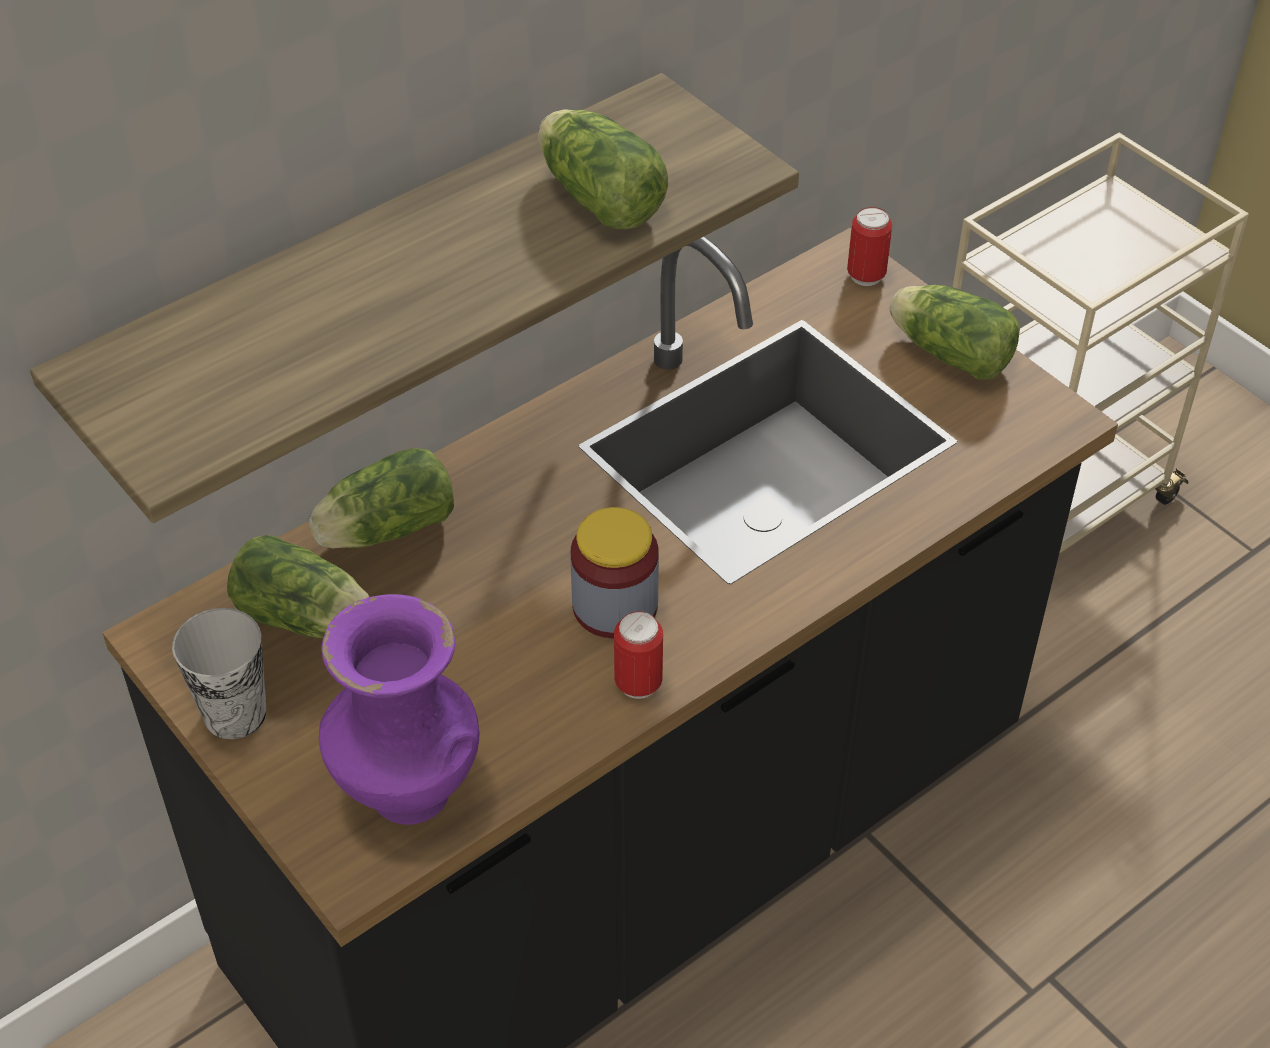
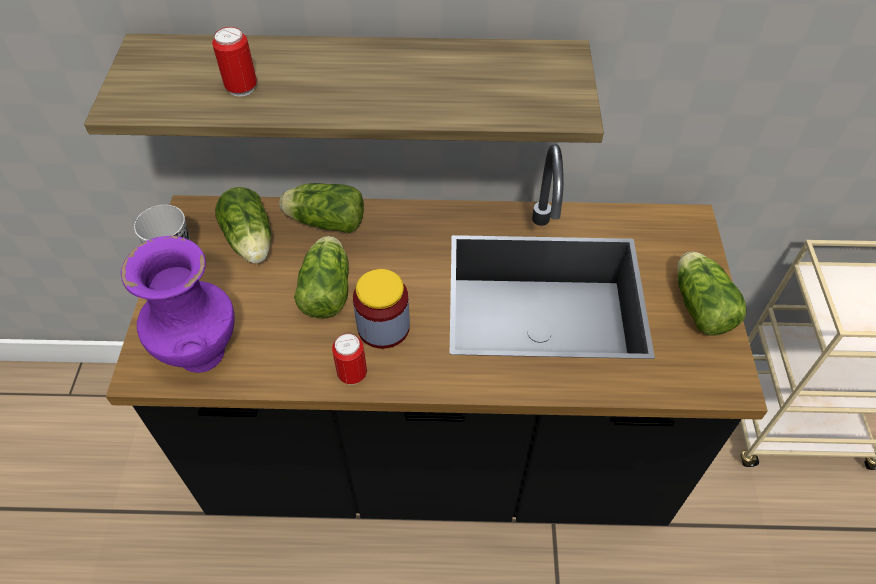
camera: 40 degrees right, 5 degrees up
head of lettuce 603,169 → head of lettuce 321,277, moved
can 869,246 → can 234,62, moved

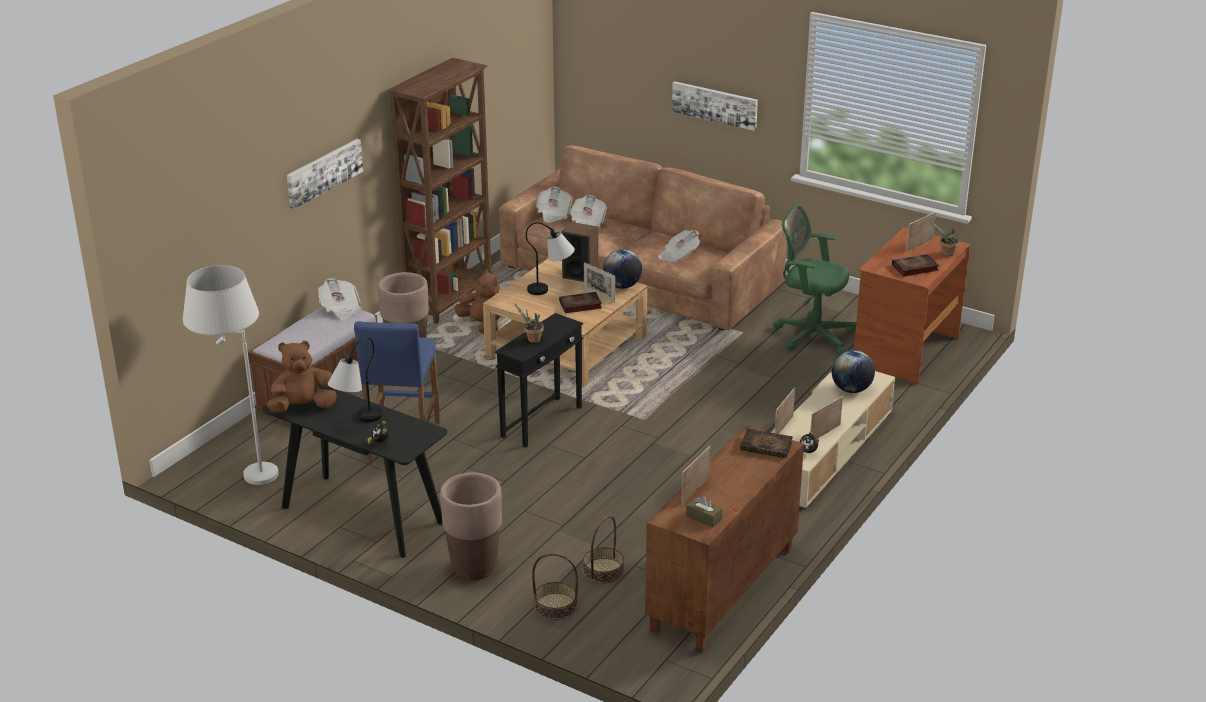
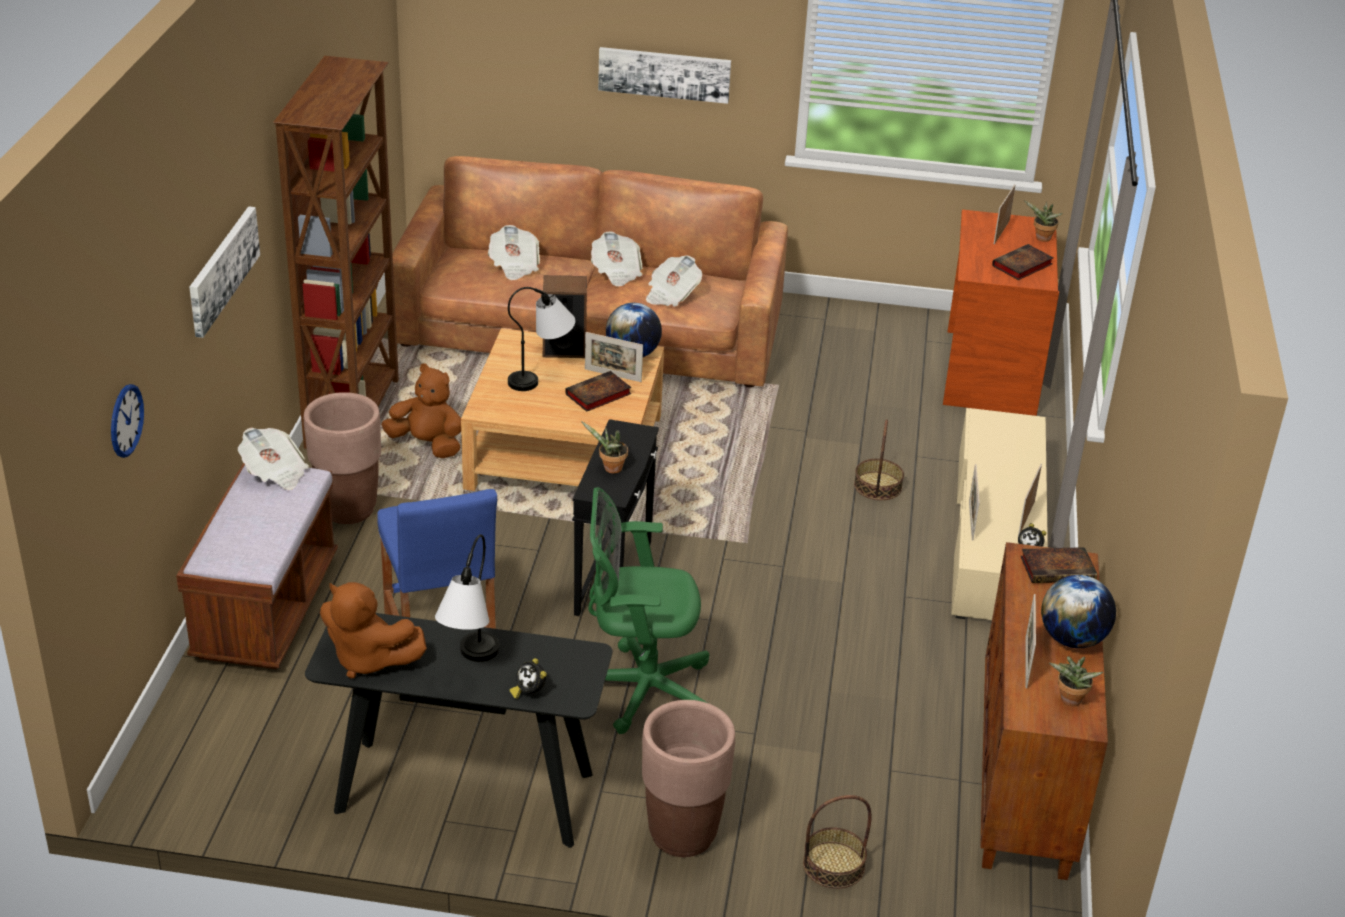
camera: 25 degrees left, 5 degrees up
white standard lamp 231,375 → -
- → hanging clock 127,421
daily paper 554,205 → daily paper 616,259, moved
basket 603,549 → basket 879,459, moved
greenish desk chair 814,279 → greenish desk chair 648,610, moved
globe 853,371 → globe 1078,611, moved
brownish tissue box 704,512 → plant in a pot 1076,681
brownish cuddly toy 302,376 → brownish cuddly toy 373,630, 105 degrees counterclockwise

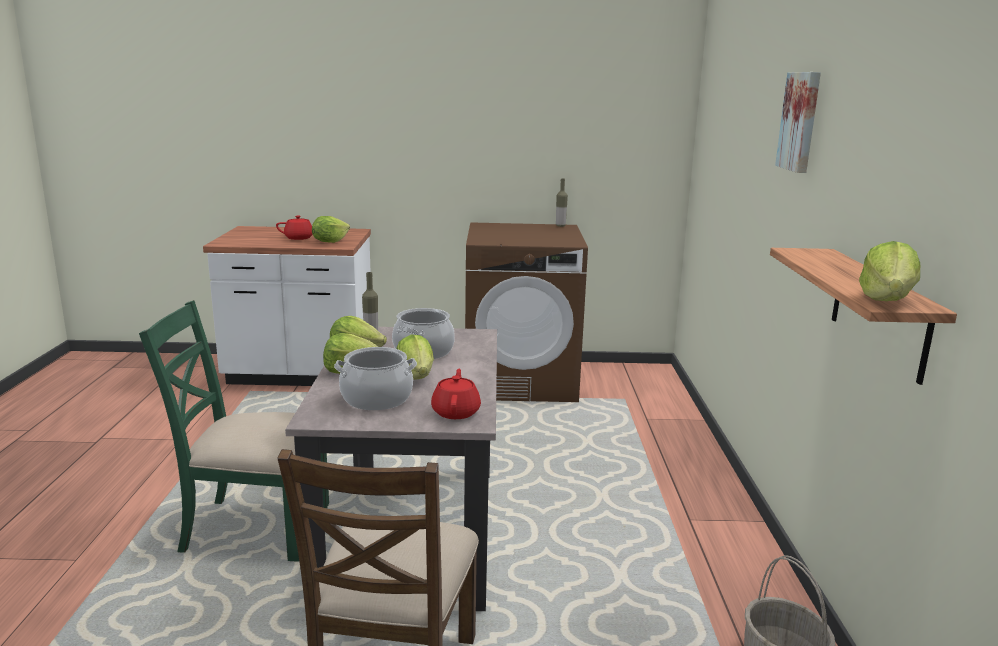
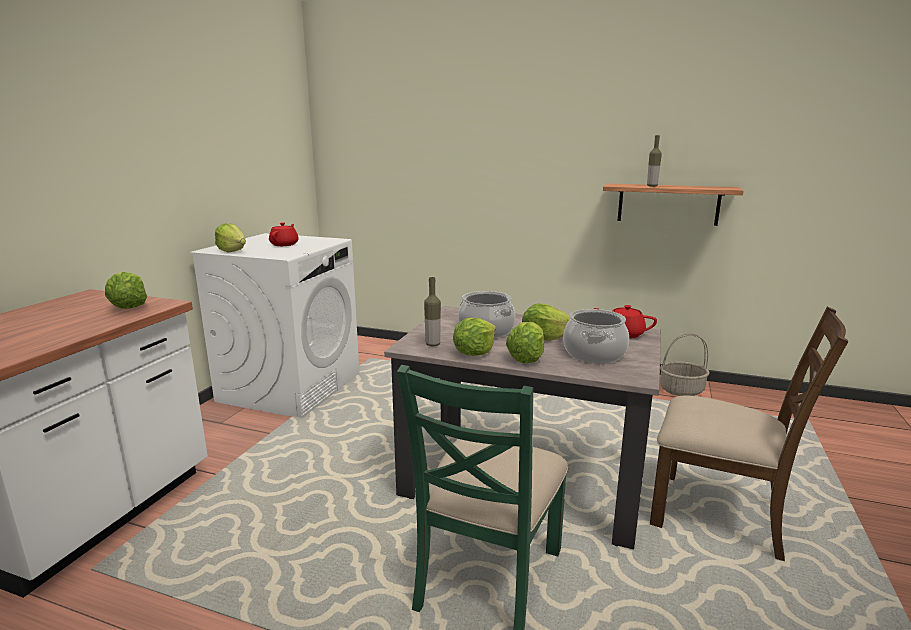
camera: 70 degrees left, 0 degrees up
wall art 798,122 → -
reddish tea pot 294,227 → reddish tea pot 283,234, moved
beverage bottle 562,202 → beverage bottle 654,161, moved
head of lettuce 889,271 → head of lettuce 230,238, moved
brownish laundry machine 526,312 → white laundry machine 274,325

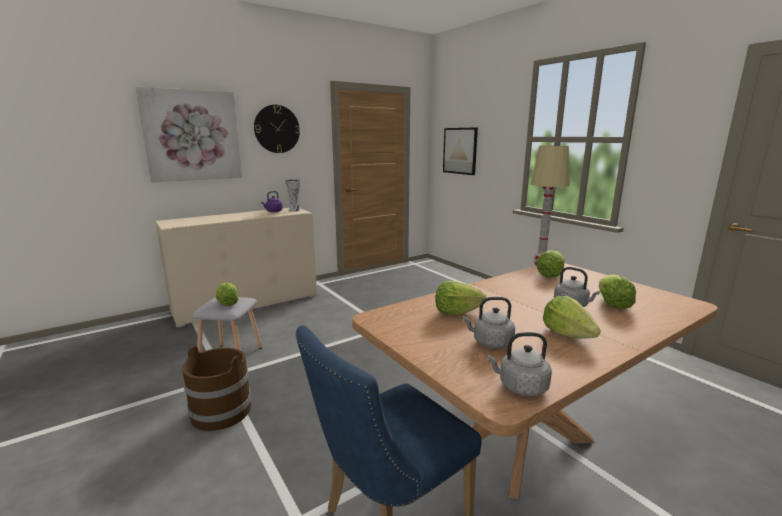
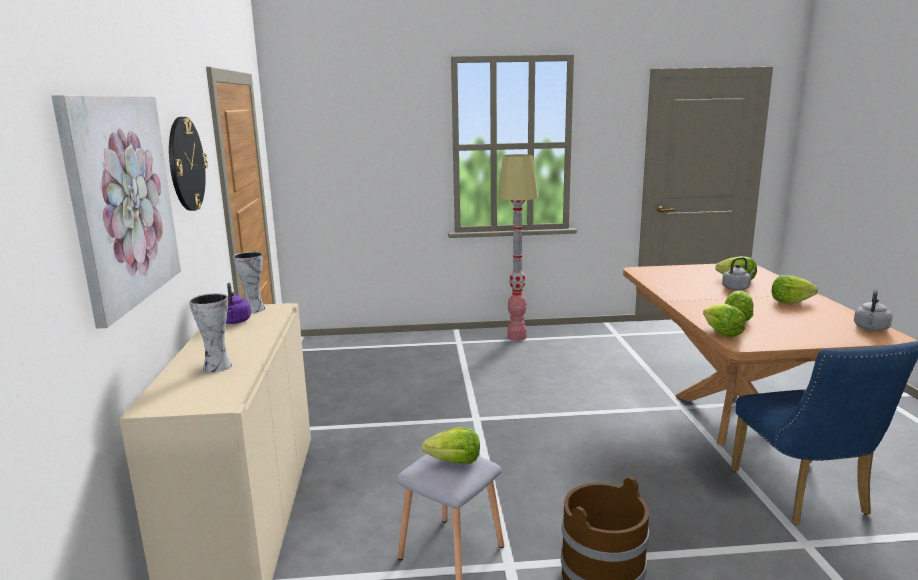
camera: 60 degrees left, 0 degrees up
wall art 460,151 → -
gray water kettle 489,323 → -
- → flower vase 210,332
head of lettuce 550,264 → head of lettuce 724,320, moved

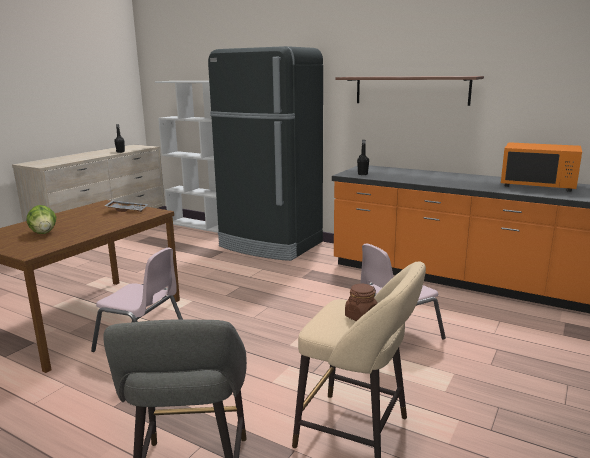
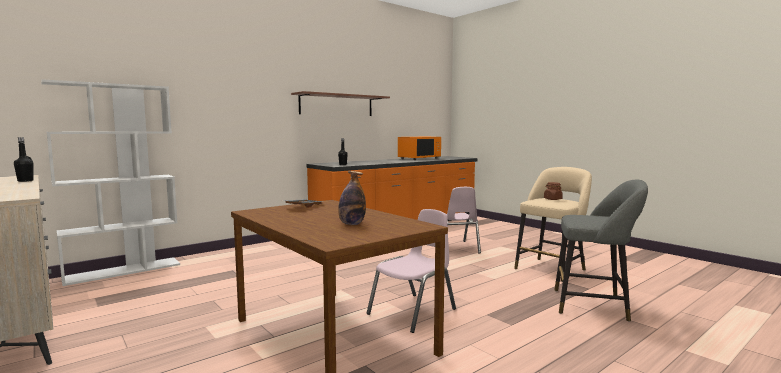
camera: 70 degrees left, 10 degrees down
black fridge 265,153 → -
head of lettuce 41,219 → beverage bottle 352,198

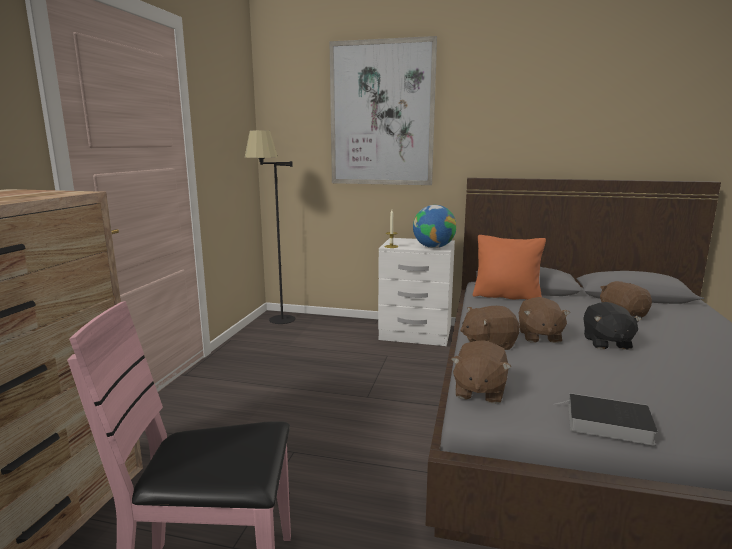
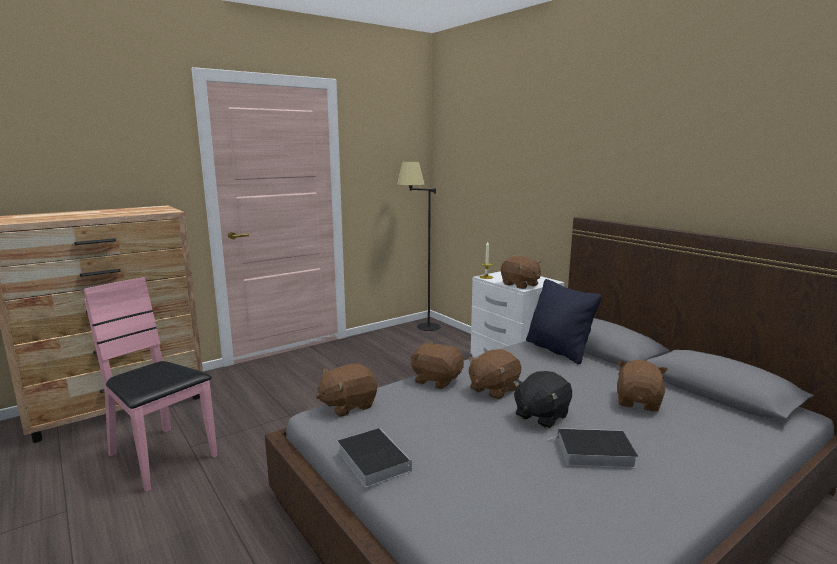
camera: 40 degrees right, 0 degrees up
wall art 383,110 → -
- → volume 591,448
globe 435,226 → brownish cuddly toy 521,272
orange-coloured pillow 509,267 → black pillow 564,321

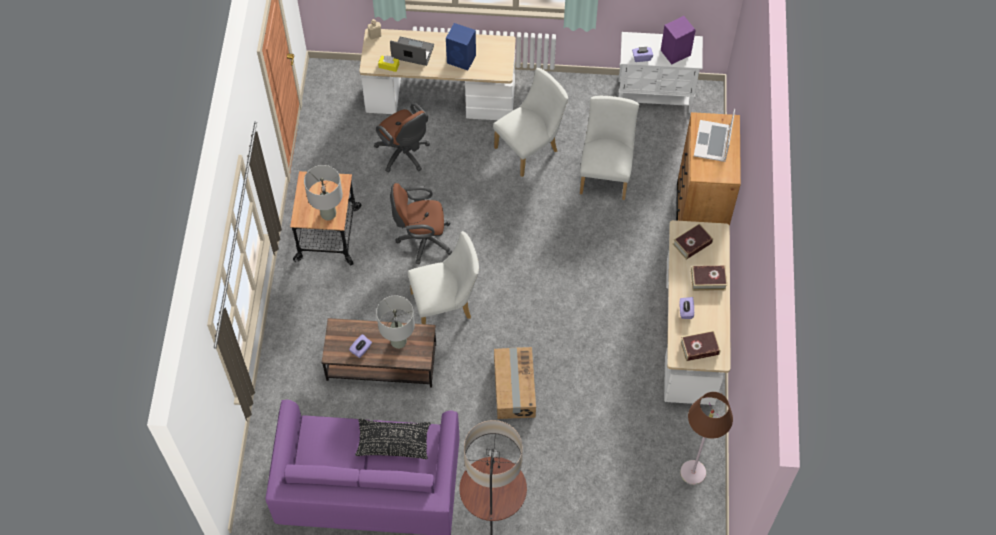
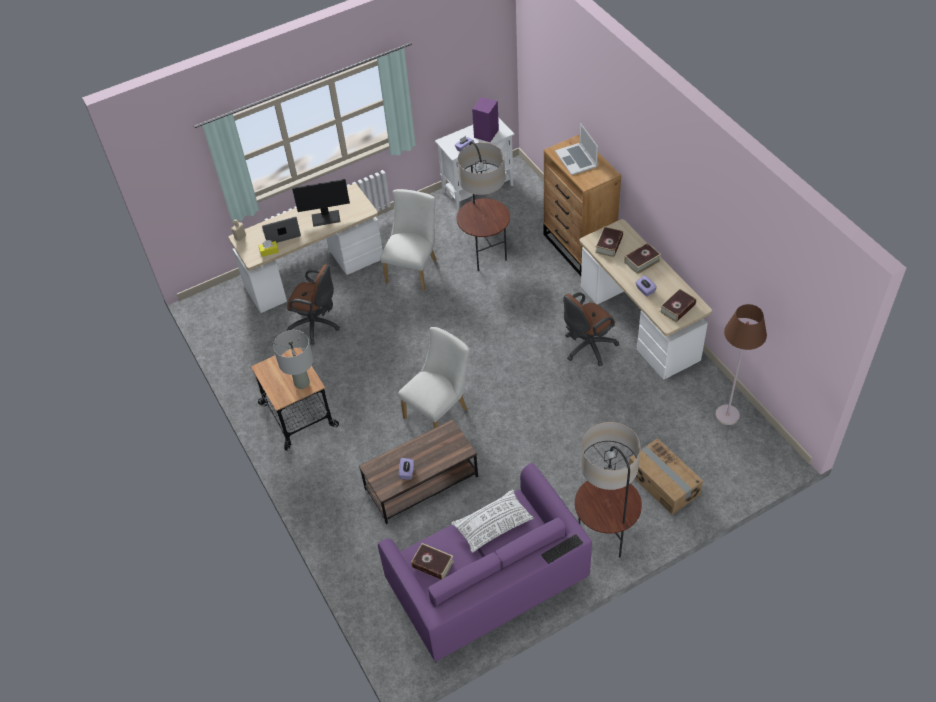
camera: 30 degrees left, 10 degrees down
gray table lamp 395,322 → -
- → volume 432,561
- → computer keyboard 562,549
brownish desk chair 421,223 → brownish desk chair 591,329, moved
cardboard box 515,383 → cardboard box 666,476, moved
bluish audio speaker 461,46 → computer display 321,203
white chair 609,148 → standard lamp 483,206
black pillow 393,439 → white pillow 492,521

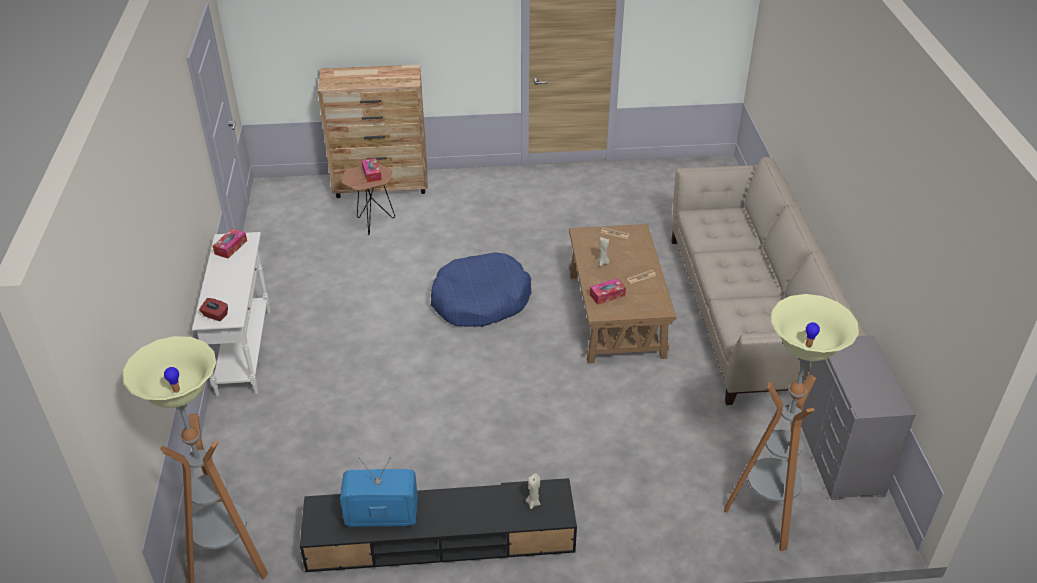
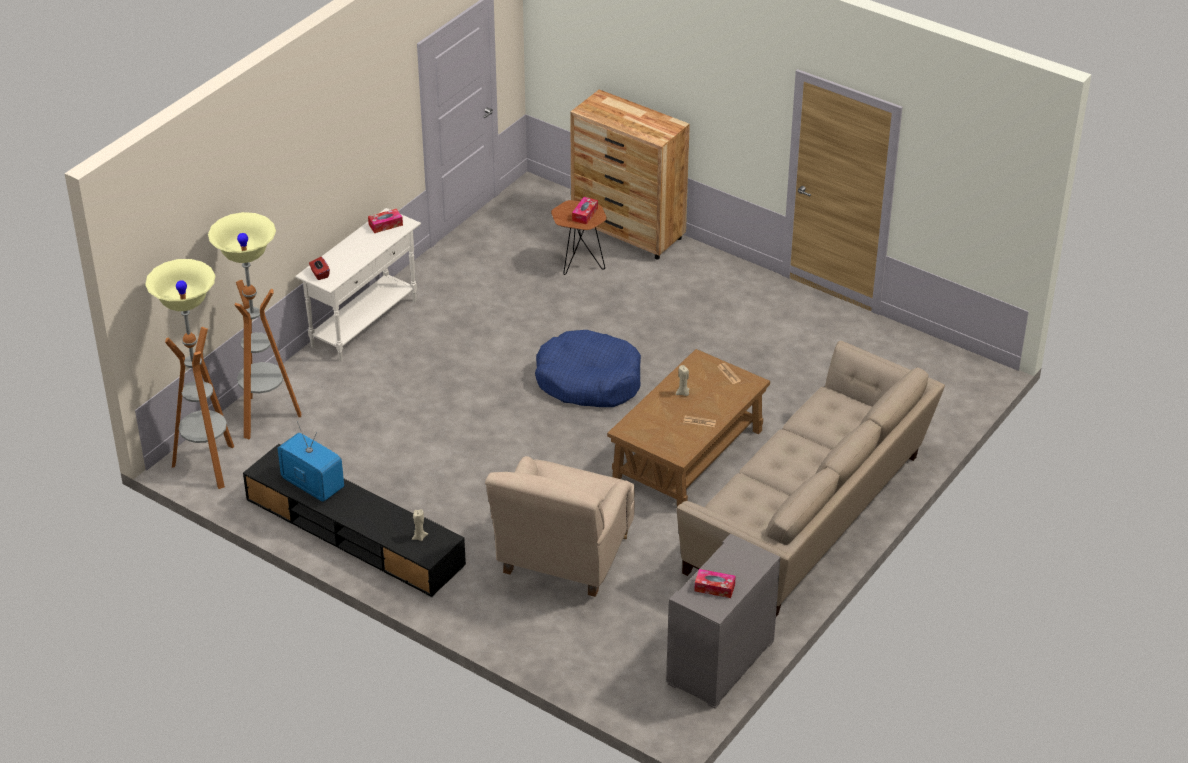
camera: 40 degrees right, 0 degrees up
- → beige lounge chair 560,526
tissue box 608,291 → tissue box 715,583, moved
standard lamp 791,422 → standard lamp 254,325, moved

